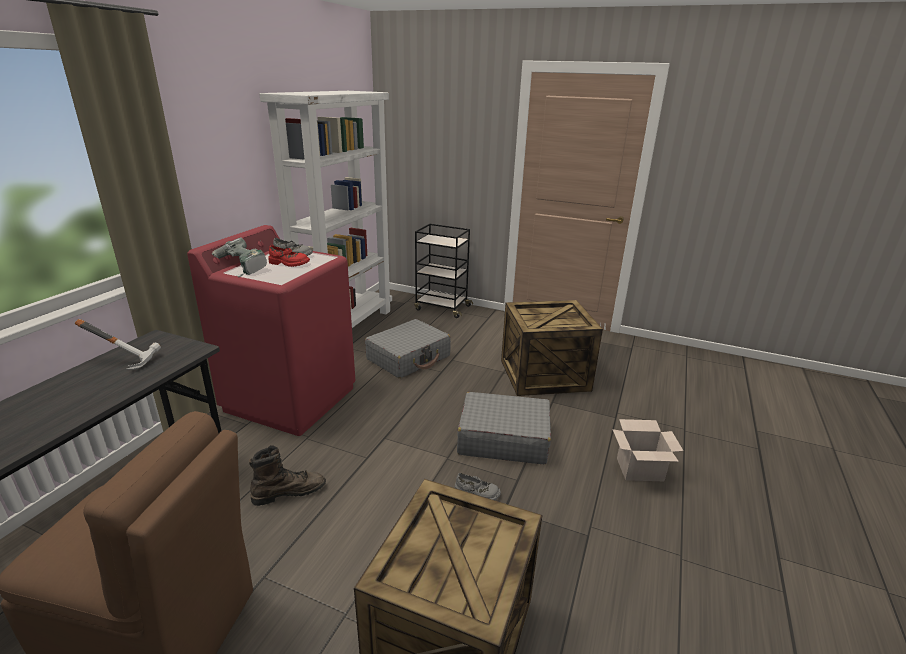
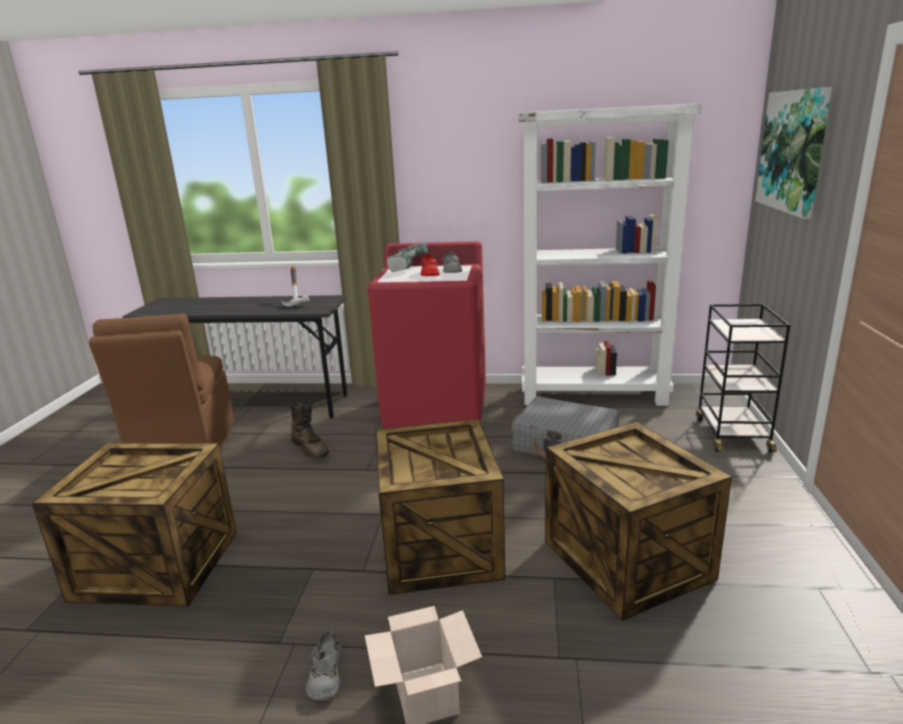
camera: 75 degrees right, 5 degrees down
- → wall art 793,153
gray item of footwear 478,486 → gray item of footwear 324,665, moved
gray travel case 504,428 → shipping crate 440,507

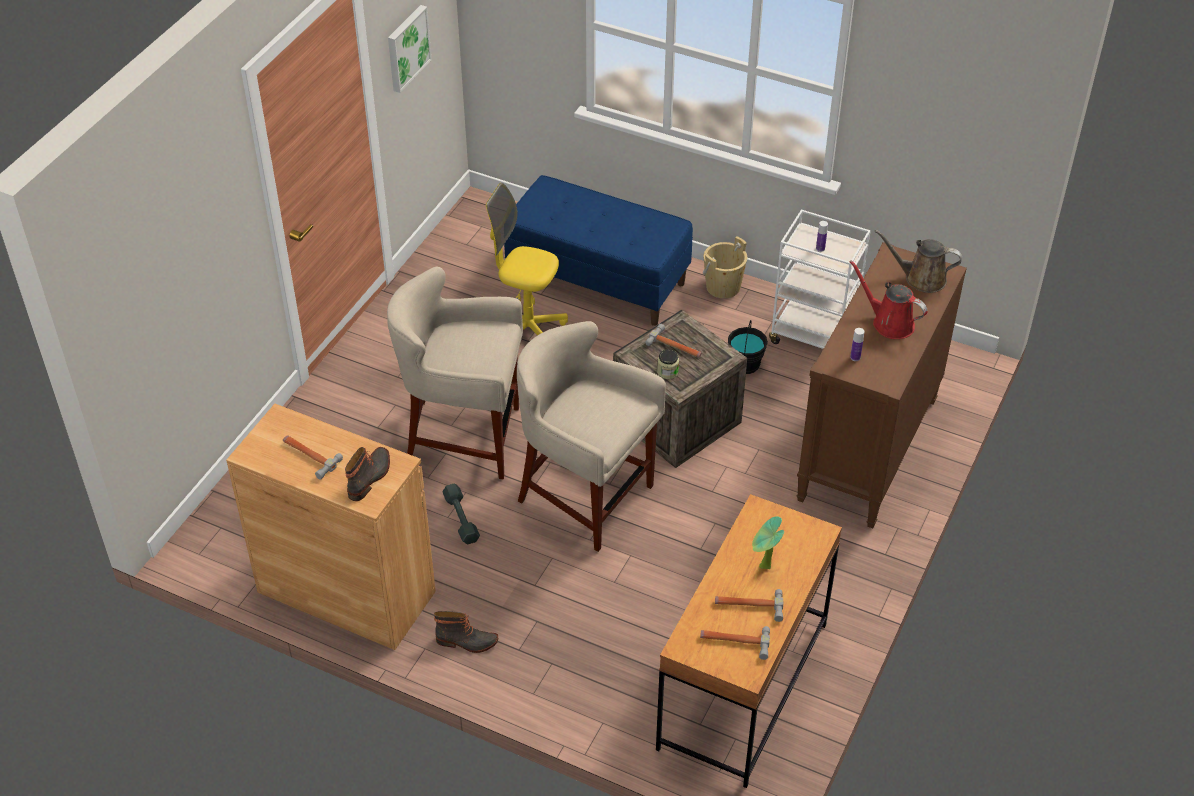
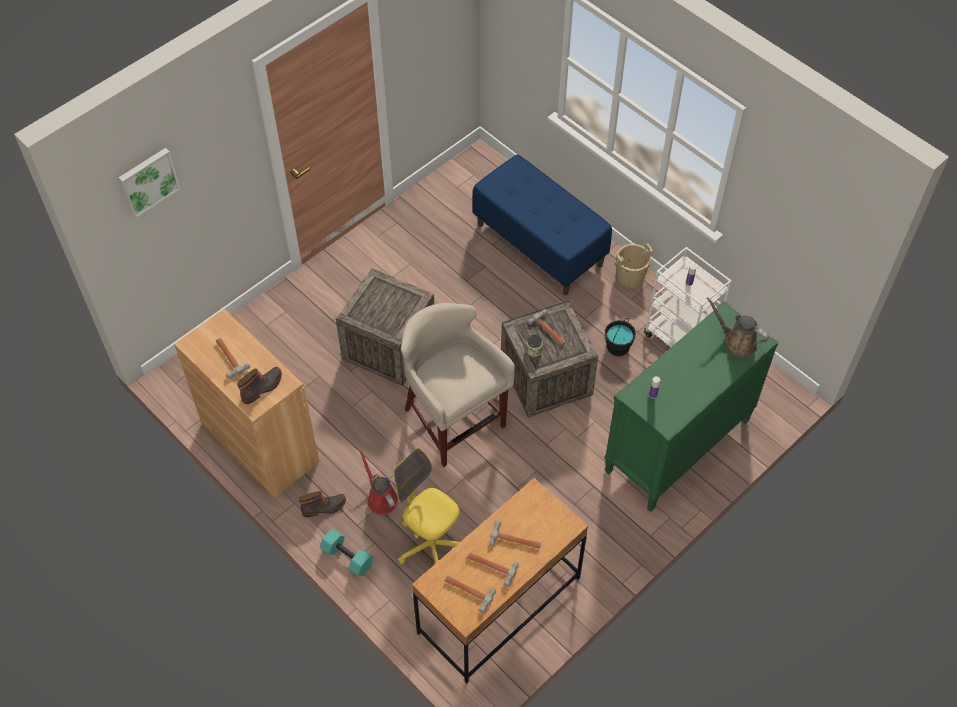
camera: 20 degrees right, 10 degrees up
gray free weight 461,513 → -
- → blue-green free weight 347,552
wall art 410,49 → wall art 149,183, moved
yellow-coloured desk chair 527,259 → yellow-coloured desk chair 427,506, moved
reddish watering can 888,299 → reddish watering can 378,482, moved
beige stool 455,373 → shipping crate 385,327
plant in a pot 768,542 → hand hammer 515,535
brownish drawer chest 881,385 → greenish drawer chest 691,406
boot 466,632 → boot 322,503, 45 degrees counterclockwise

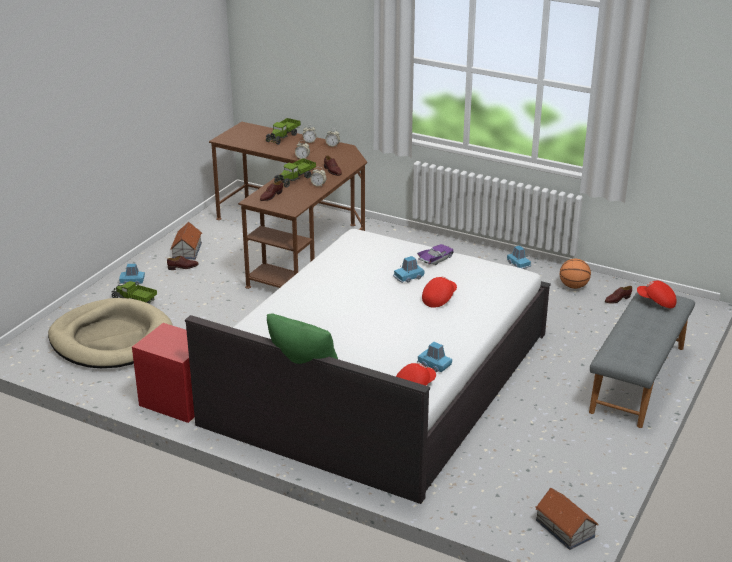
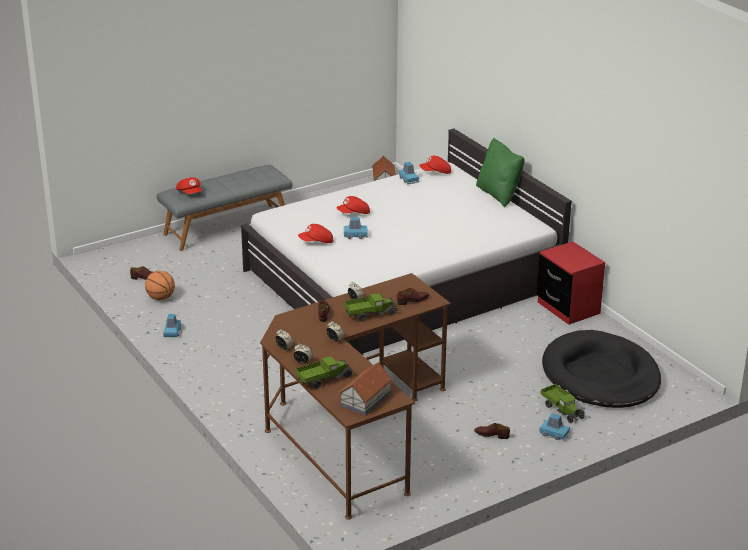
camera: 150 degrees left, 0 degrees up
model house 186,241 → model house 365,388, moved
purple-coloured miniature car 435,254 → reddish baseball cap 315,233
beige dog cushion 110,333 → black dog cushion 601,369

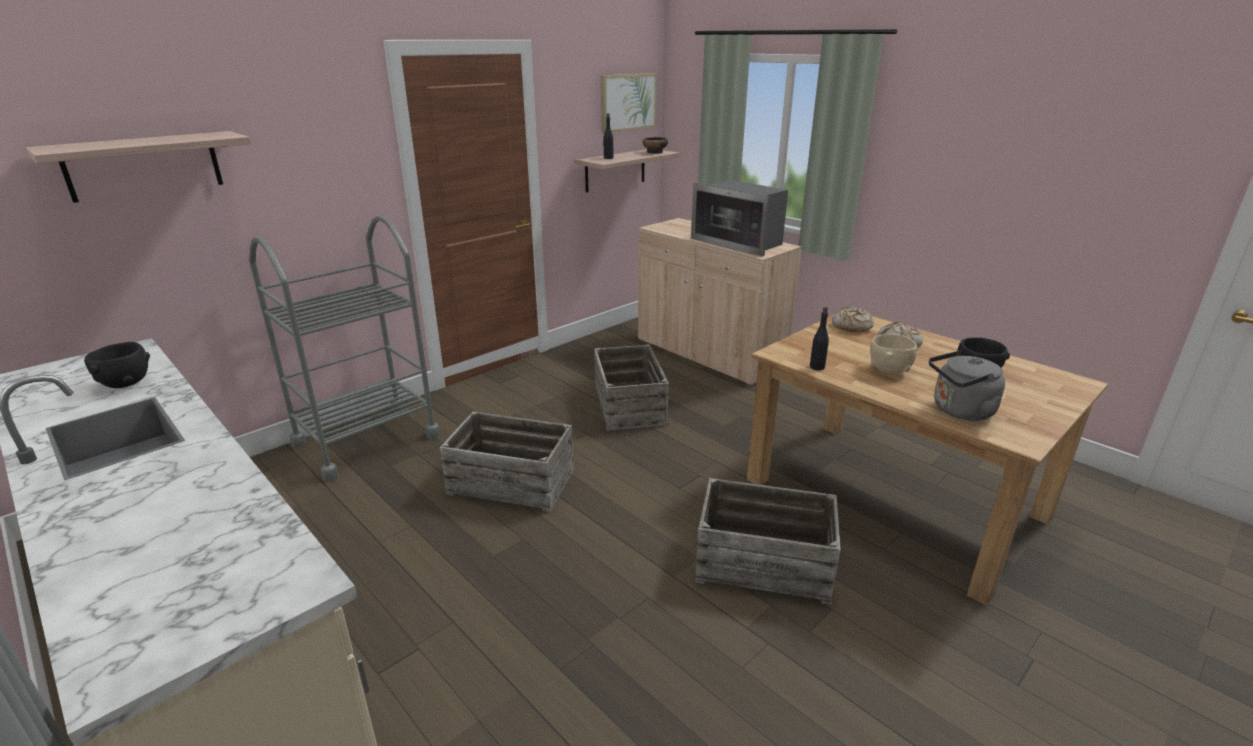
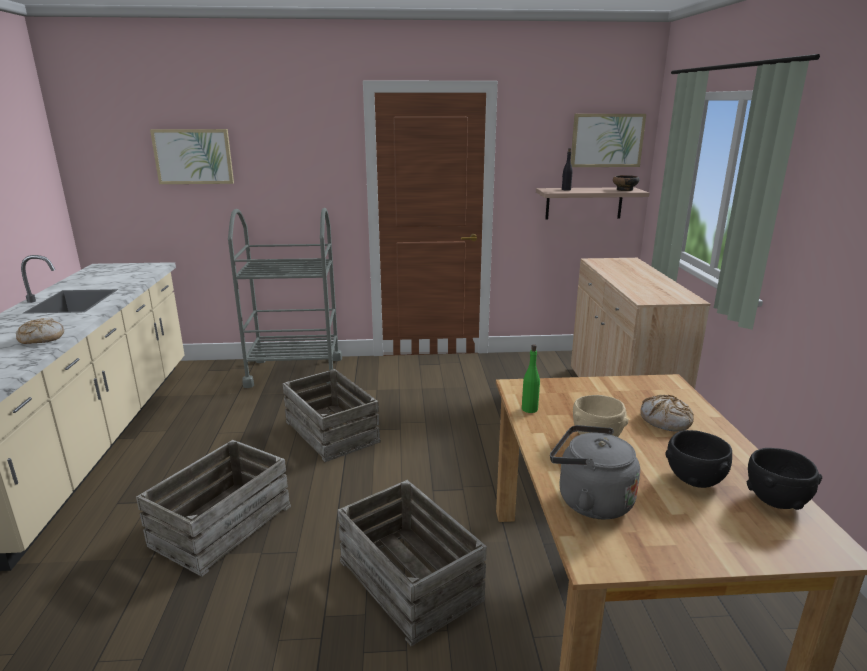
camera: 40 degrees right, 5 degrees down
microwave 739,218 → -
black serving bowl 117,365 → black serving bowl 784,479, moved
shipping crate 631,387 → shipping crate 213,508, moved
bakery bread 853,319 → bakery bread 40,331, moved
shelf 138,167 → wall art 192,156
black beverage bottle 819,338 → greenish beverage bottle 531,378

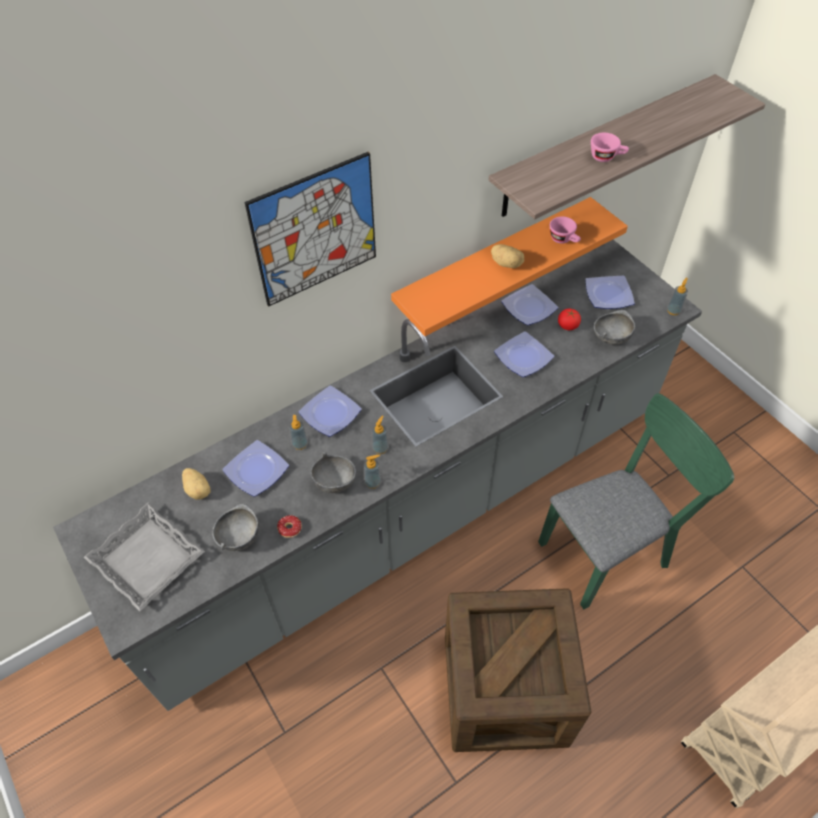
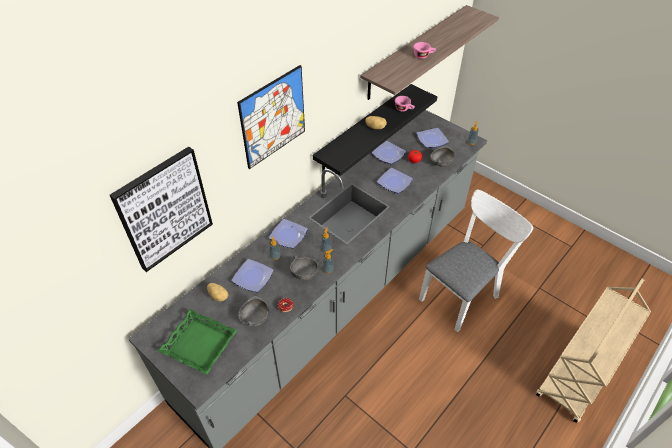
camera: 15 degrees left, 5 degrees down
shipping crate 518,670 → -
- → wall art 161,209
gray serving tray 144,557 → greenish serving tray 197,342
orange-coloured shelf 509,266 → black shelf 375,130
greenish chair 636,501 → white chair 476,260

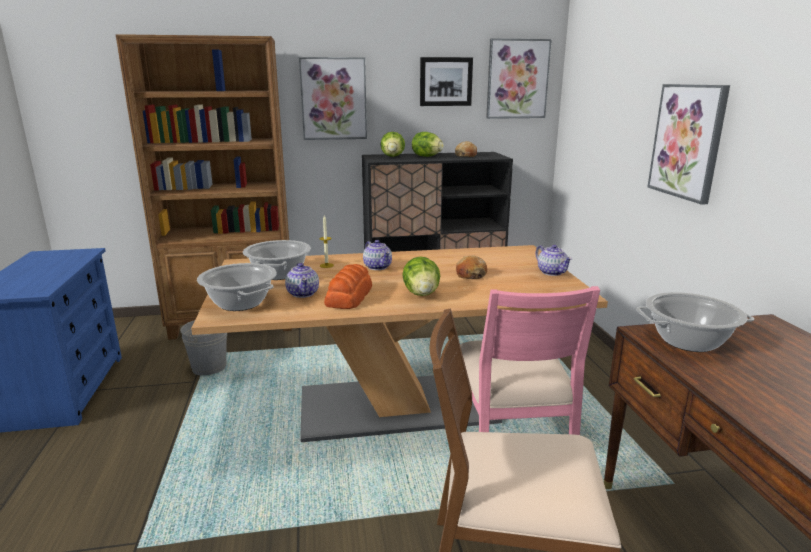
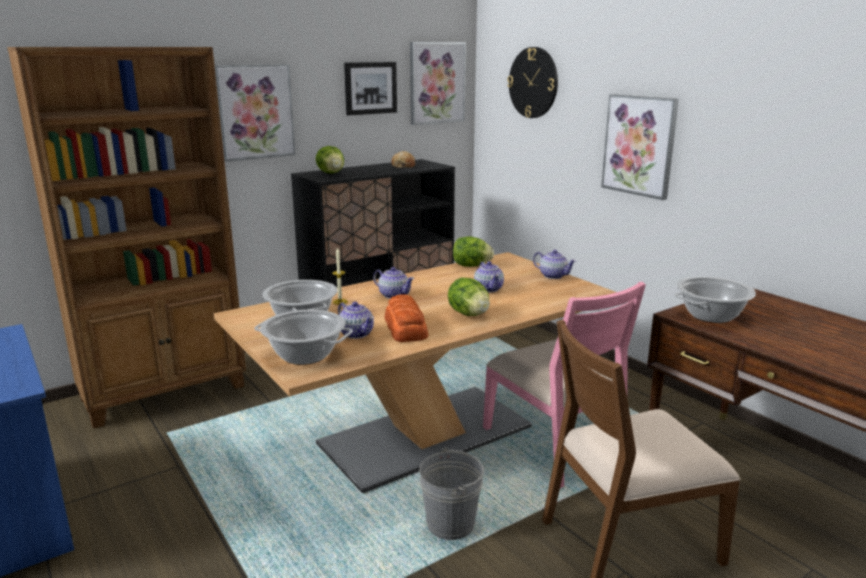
camera: 25 degrees left, 0 degrees up
- → hanging clock 532,82
gray pail 203,348 → gray pail 451,493, moved
head of lettuce 428,144 → head of lettuce 473,252, moved
bakery bread 471,267 → tea pot 489,276

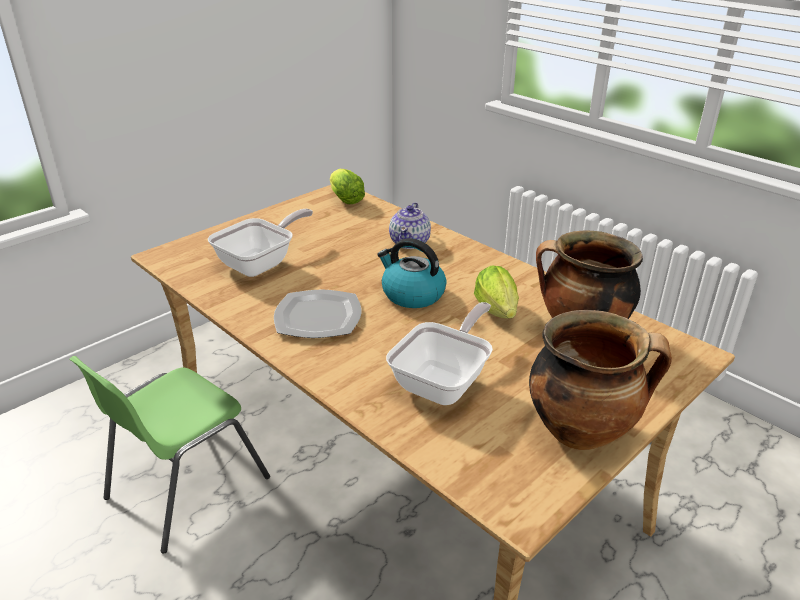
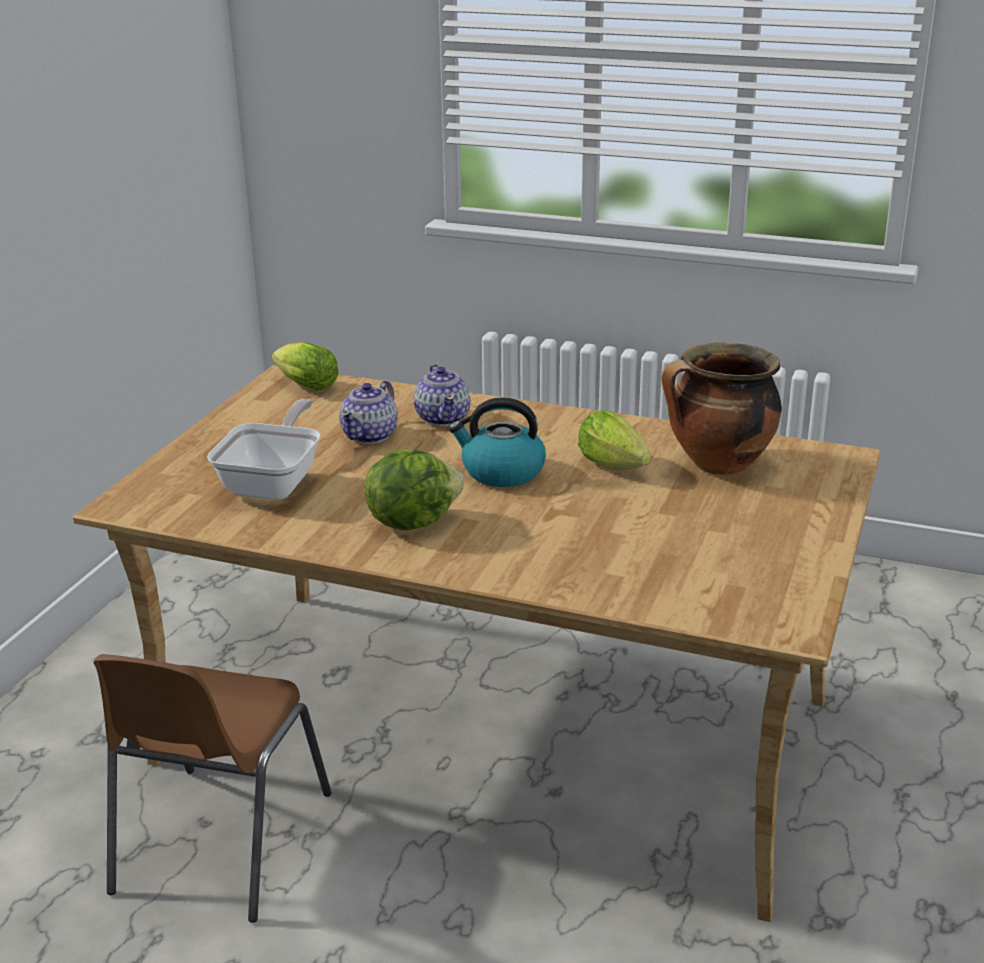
camera: 25 degrees left, 5 degrees down
skillet 439,353 → -
stockpot 600,380 → -
- → tea pot 368,412
dinner plate 318,313 → head of lettuce 414,490
greenish chair 169,454 → brownish chair 212,788

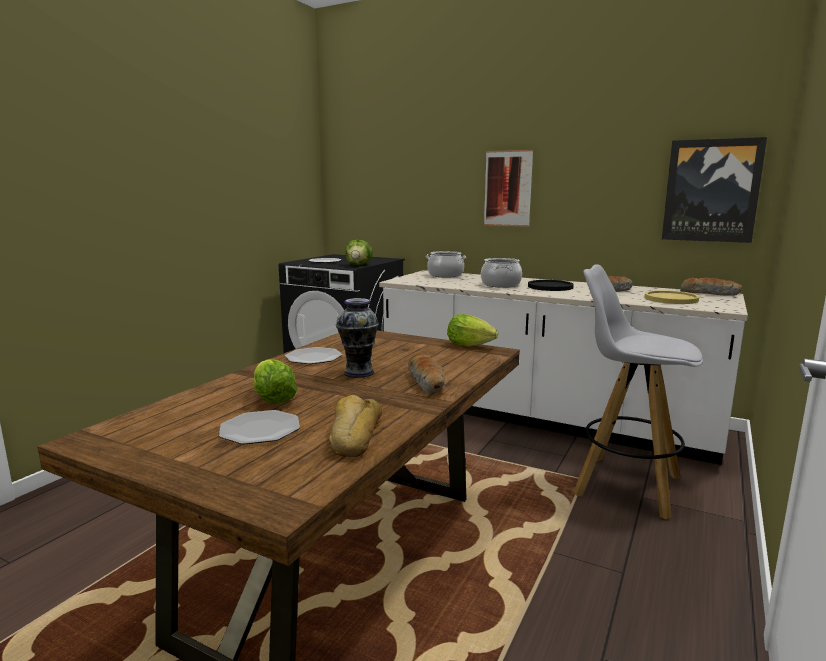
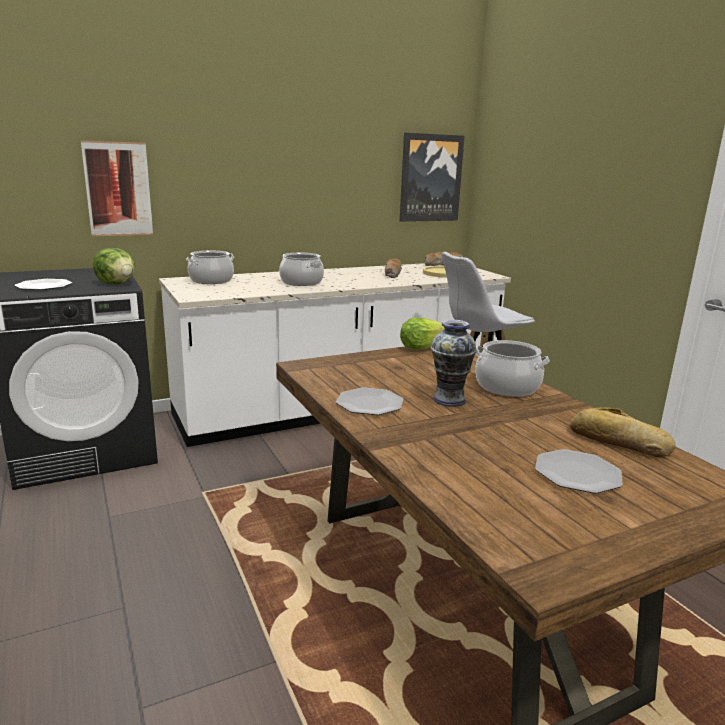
camera: 55 degrees left, 5 degrees up
head of lettuce 275,381 → -
black dinner plate 551,285 → -
wall art 508,188 → wall art 117,188, moved
bakery bread 426,373 → stockpot 512,368

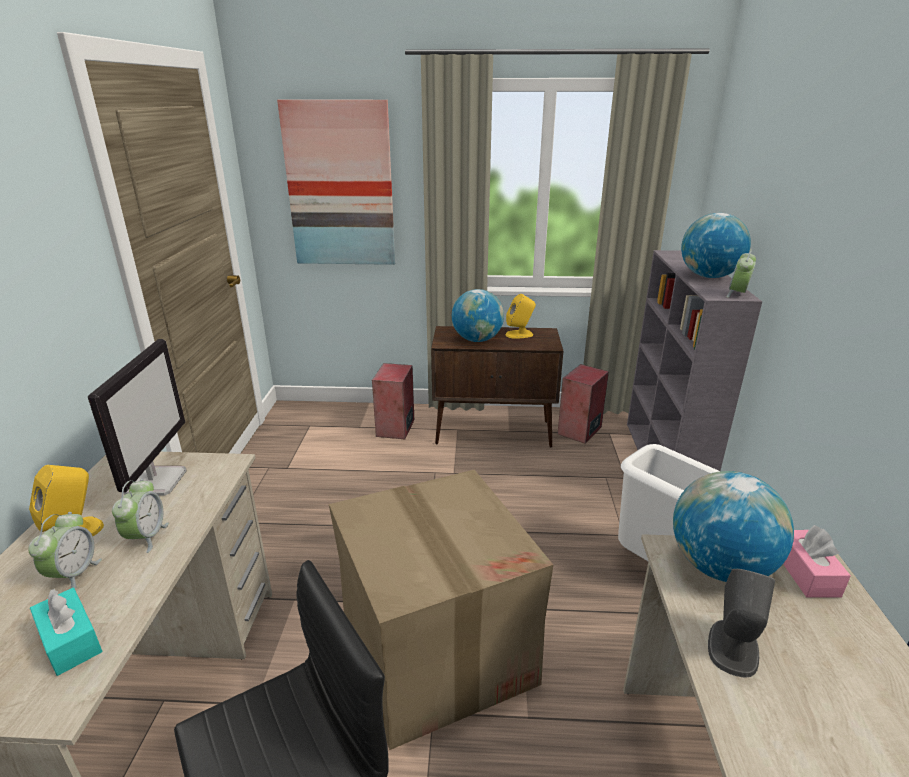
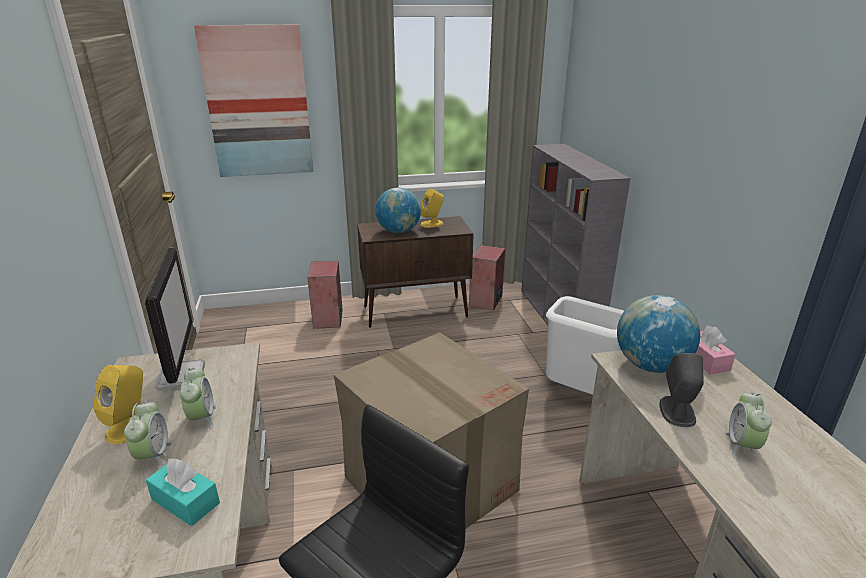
camera: 15 degrees left, 0 degrees up
globe 716,245 → -
table clock 741,273 → table clock 748,425, moved

